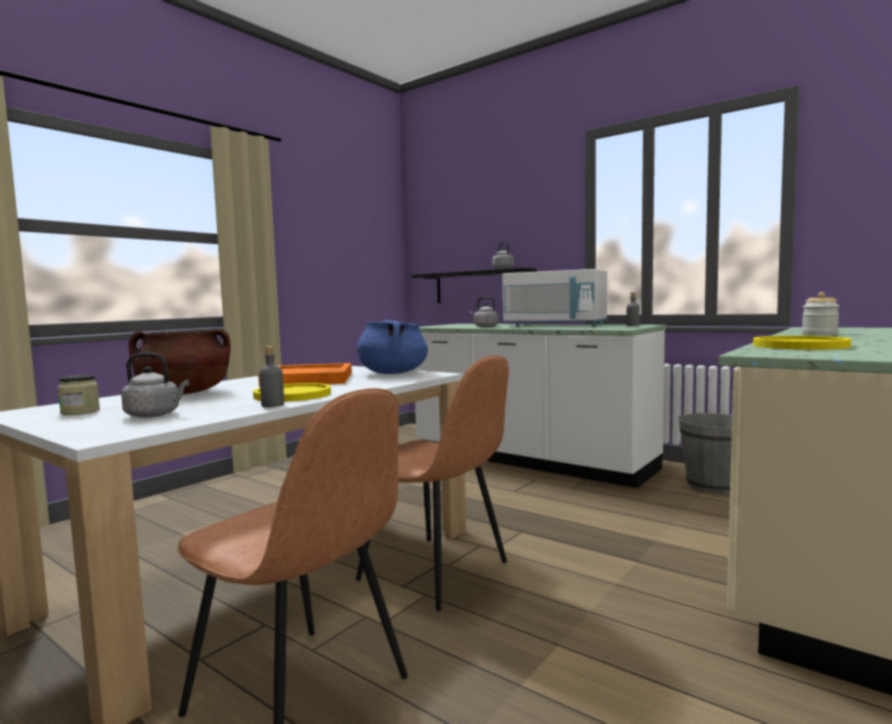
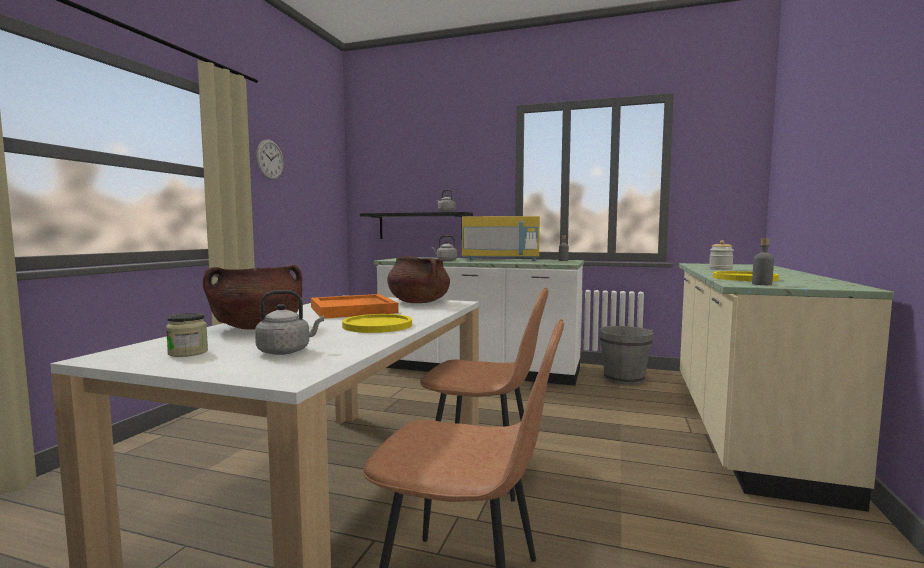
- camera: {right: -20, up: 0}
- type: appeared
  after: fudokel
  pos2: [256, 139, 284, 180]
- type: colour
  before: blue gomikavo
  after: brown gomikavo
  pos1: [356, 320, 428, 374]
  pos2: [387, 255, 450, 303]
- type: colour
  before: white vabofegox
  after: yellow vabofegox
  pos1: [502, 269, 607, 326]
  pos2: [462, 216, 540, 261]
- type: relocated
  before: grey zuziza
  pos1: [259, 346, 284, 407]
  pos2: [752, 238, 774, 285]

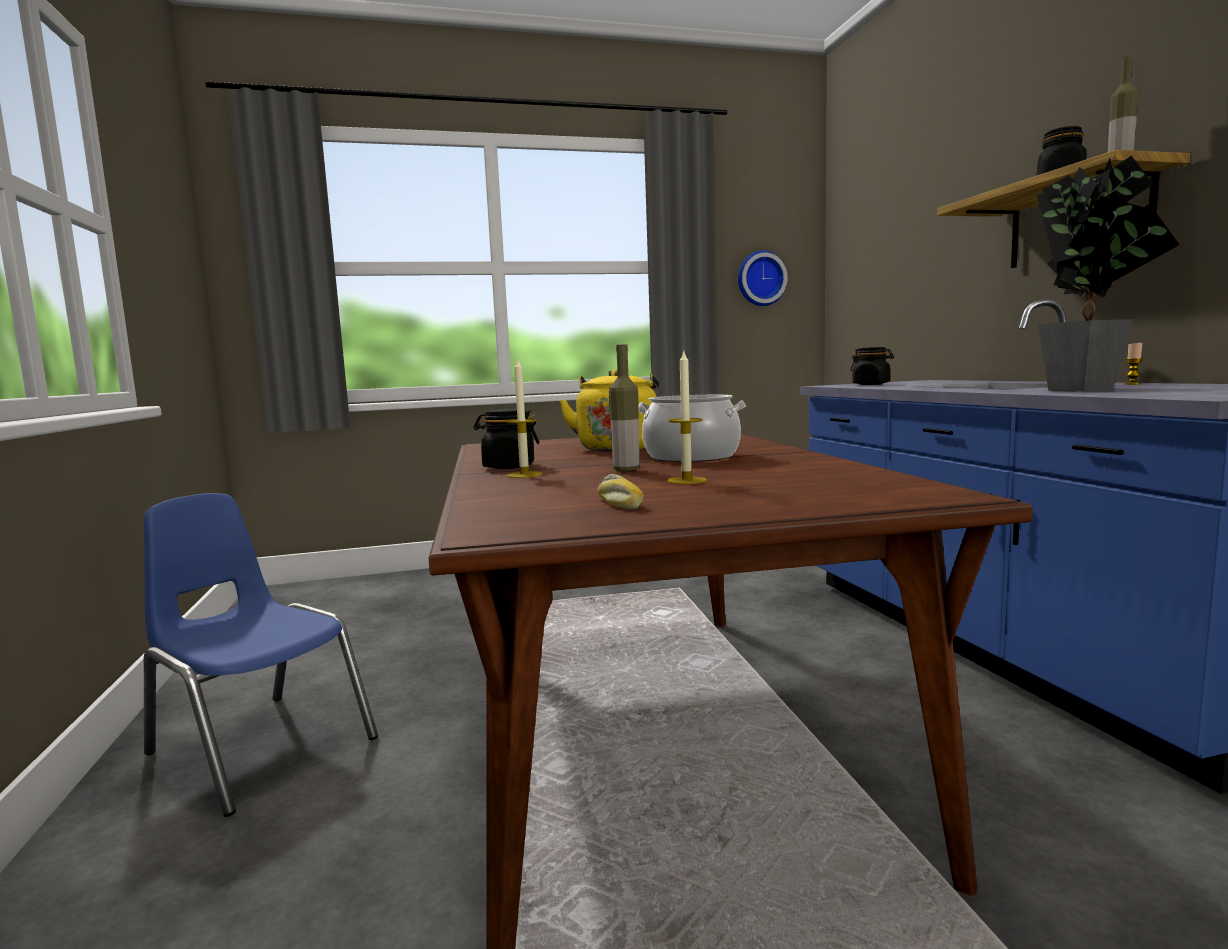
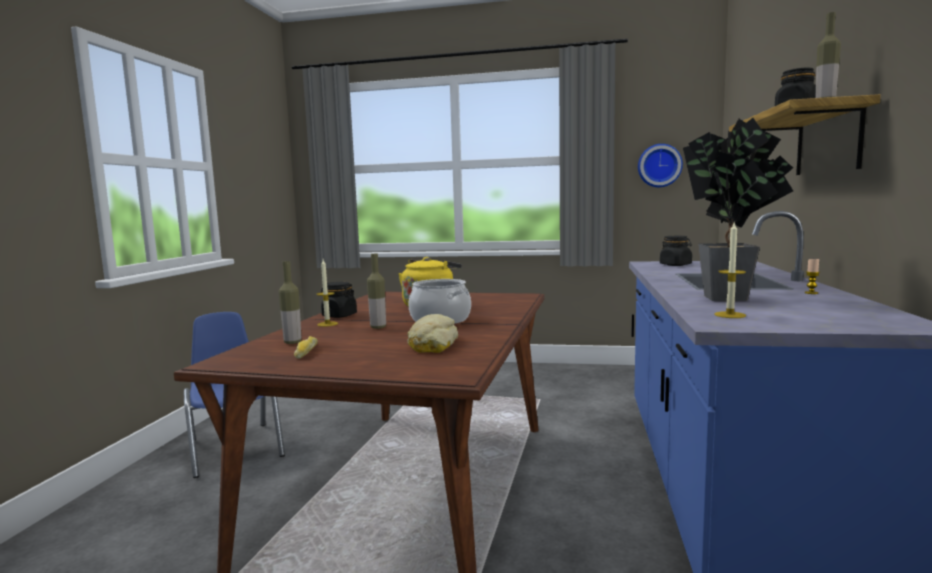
- camera: {right: 25, up: 0}
- type: appeared
  after: zuziza
  pos2: [279, 261, 301, 344]
- type: appeared
  after: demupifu
  pos2: [407, 314, 458, 353]
- type: relocated
  before: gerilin
  pos1: [667, 352, 707, 484]
  pos2: [714, 223, 746, 318]

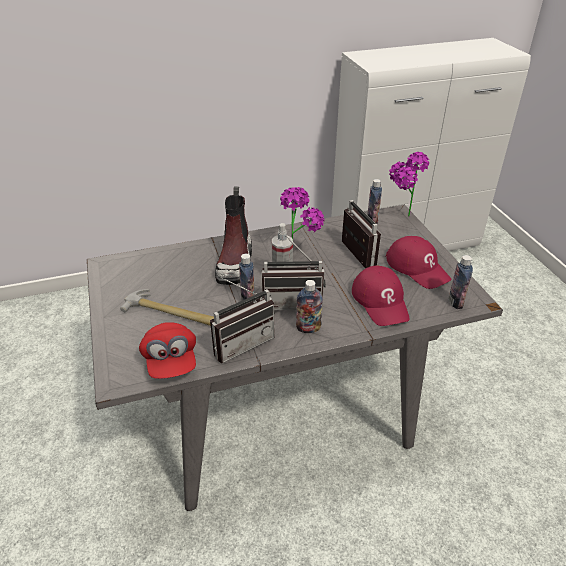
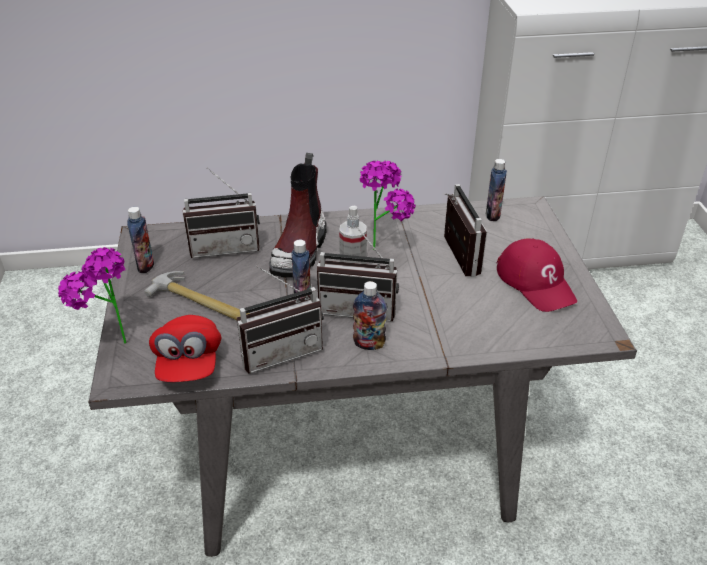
- camera: {right: 10, up: 0}
- type: relocated
  before: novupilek
  pos1: [389, 152, 429, 217]
  pos2: [58, 247, 127, 344]
- type: relocated
  before: zuziza
  pos1: [448, 255, 473, 309]
  pos2: [127, 207, 154, 273]
- type: appeared
  after: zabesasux
  pos2: [183, 168, 260, 258]
- type: missing
  before: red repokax
  pos1: [352, 266, 410, 326]

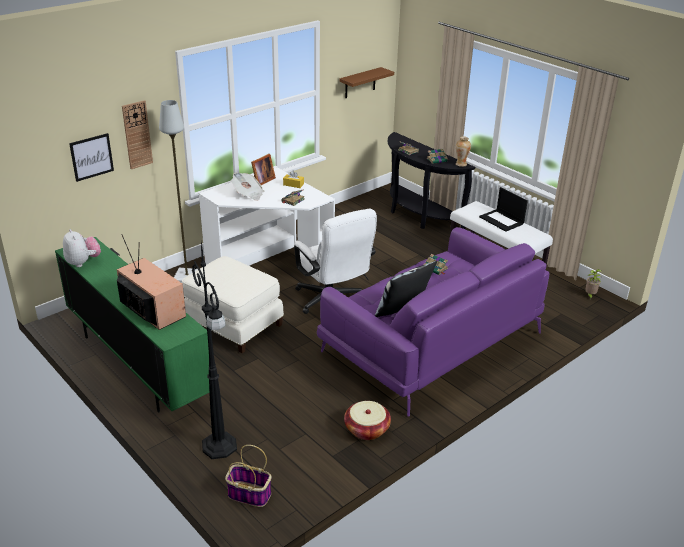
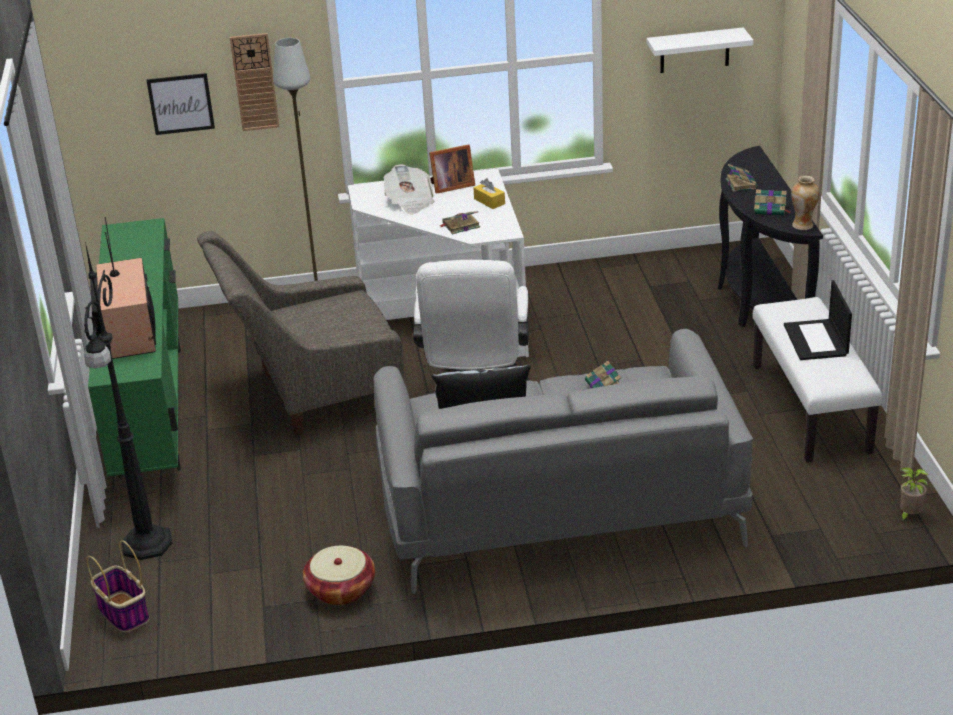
- camera: {right: 35, up: 0}
- type: exchanged
  before: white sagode
  after: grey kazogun
  pos1: [182, 256, 284, 353]
  pos2: [197, 231, 404, 435]
- type: colour
  before: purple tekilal
  after: grey tekilal
  pos1: [317, 227, 549, 416]
  pos2: [373, 329, 753, 594]
- type: colour
  before: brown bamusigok
  after: white bamusigok
  pos1: [339, 67, 394, 98]
  pos2: [646, 27, 754, 73]
- type: missing
  before: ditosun
  pos1: [63, 229, 101, 267]

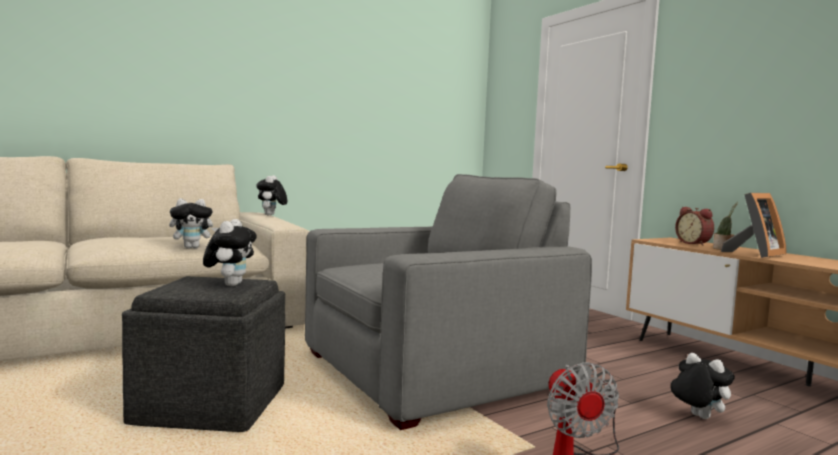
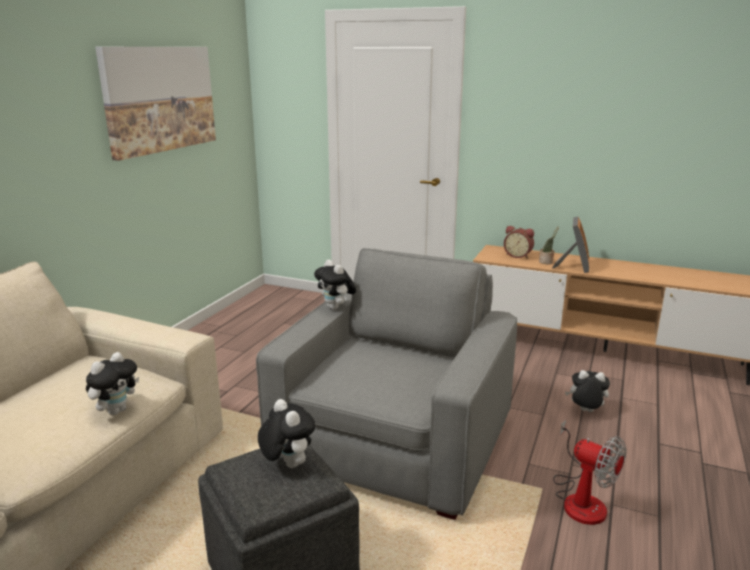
- camera: {right: -35, up: 15}
- type: appeared
  after: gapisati
  pos2: [95, 47, 216, 161]
- type: relocated
  before: ditosun
  pos1: [256, 175, 287, 215]
  pos2: [314, 260, 356, 310]

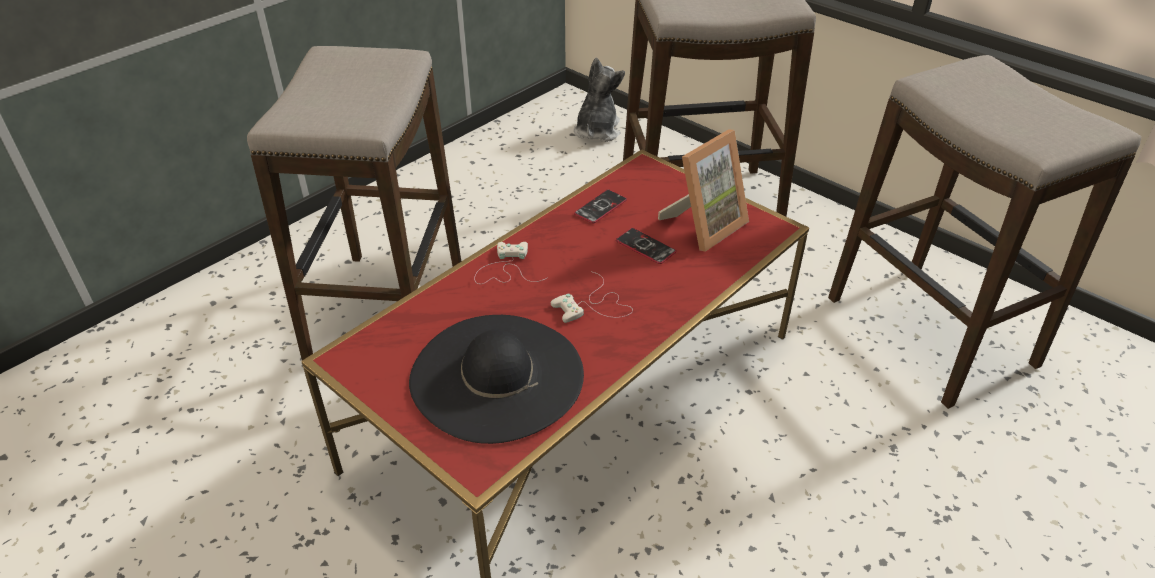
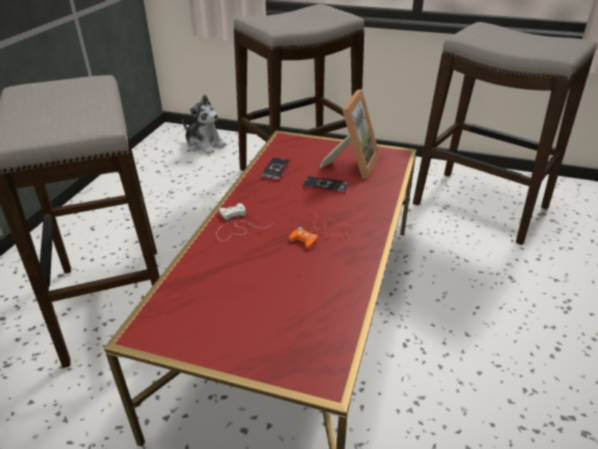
- camera: {right: -25, up: -5}
- type: spun
  before: ditosun
  pos1: [574, 58, 625, 142]
  pos2: [182, 95, 226, 154]
  turn: 135
- type: colour
  before: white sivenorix
  after: orange sivenorix
  pos1: [551, 272, 633, 323]
  pos2: [289, 210, 352, 249]
- type: missing
  before: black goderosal
  pos1: [409, 315, 584, 444]

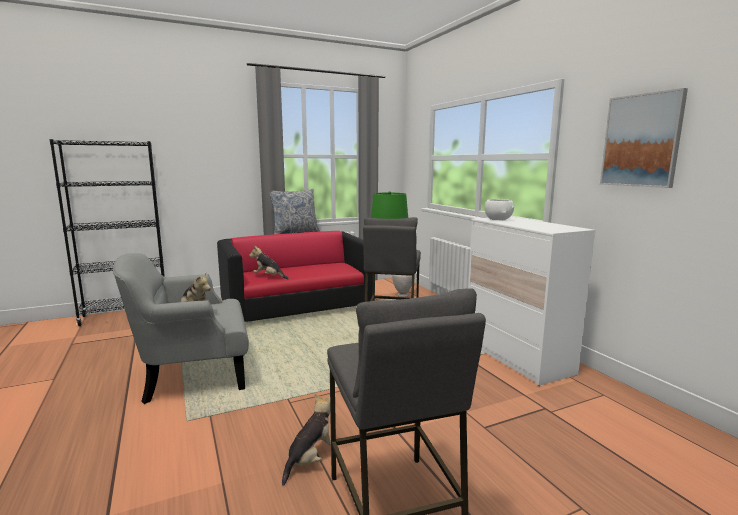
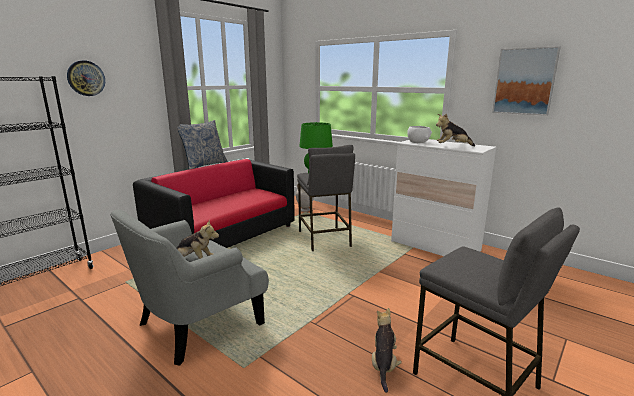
- camera: {right: -25, up: 5}
- type: appeared
  after: fudokel
  pos2: [67, 60, 105, 96]
- type: relocated
  before: ditosun
  pos1: [249, 245, 289, 279]
  pos2: [436, 114, 475, 146]

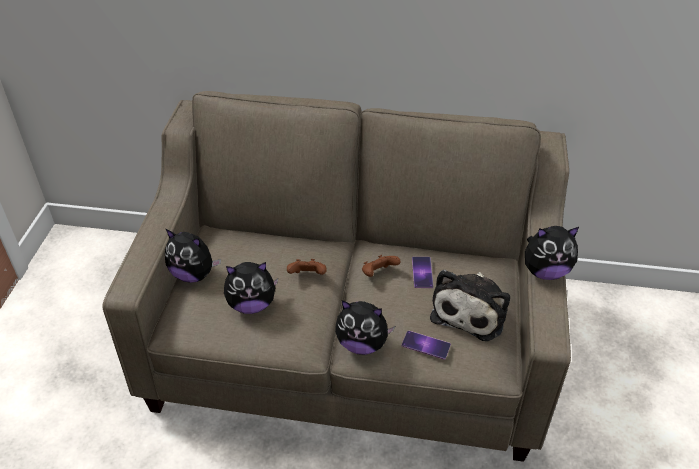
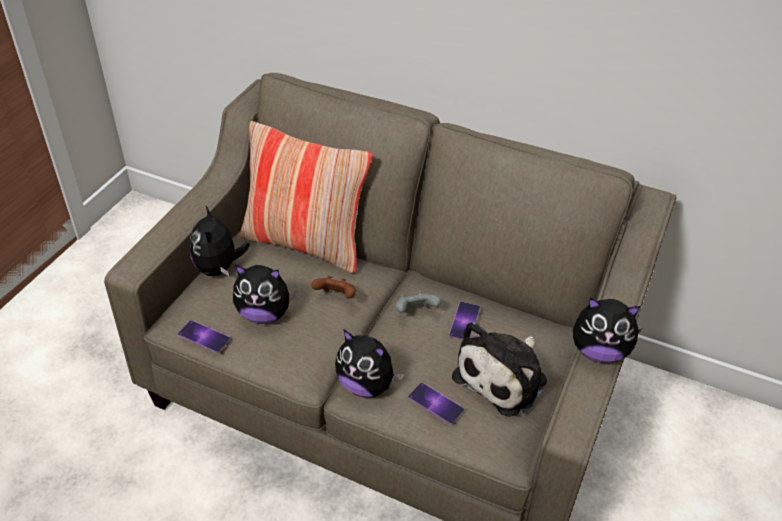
- camera: {right: 15, up: 0}
- type: appeared
  after: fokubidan
  pos2: [178, 320, 230, 353]
- type: spun
  before: ditosun
  pos1: [165, 229, 221, 283]
  pos2: [189, 206, 250, 276]
  turn: 45
- type: appeared
  after: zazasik
  pos2: [240, 121, 373, 273]
- type: colour
  before: brown sivenorix
  after: grey sivenorix
  pos1: [362, 255, 401, 277]
  pos2: [395, 291, 441, 313]

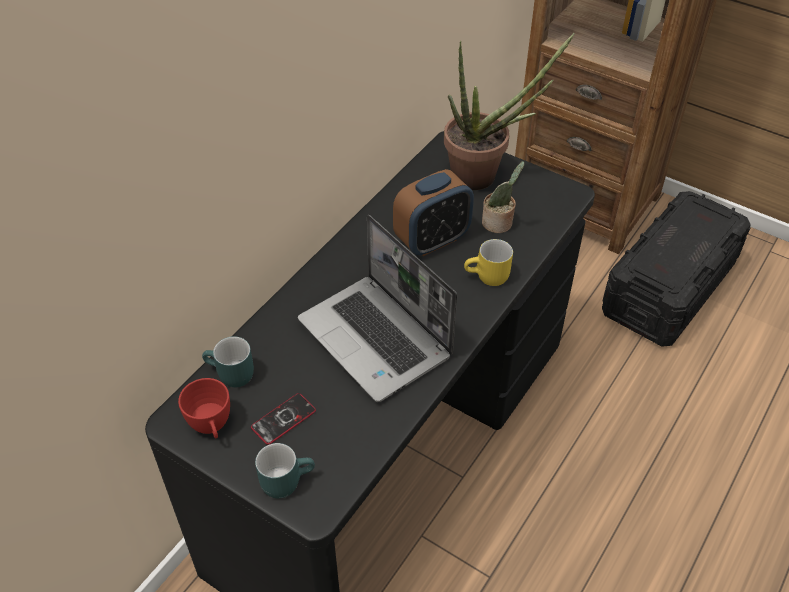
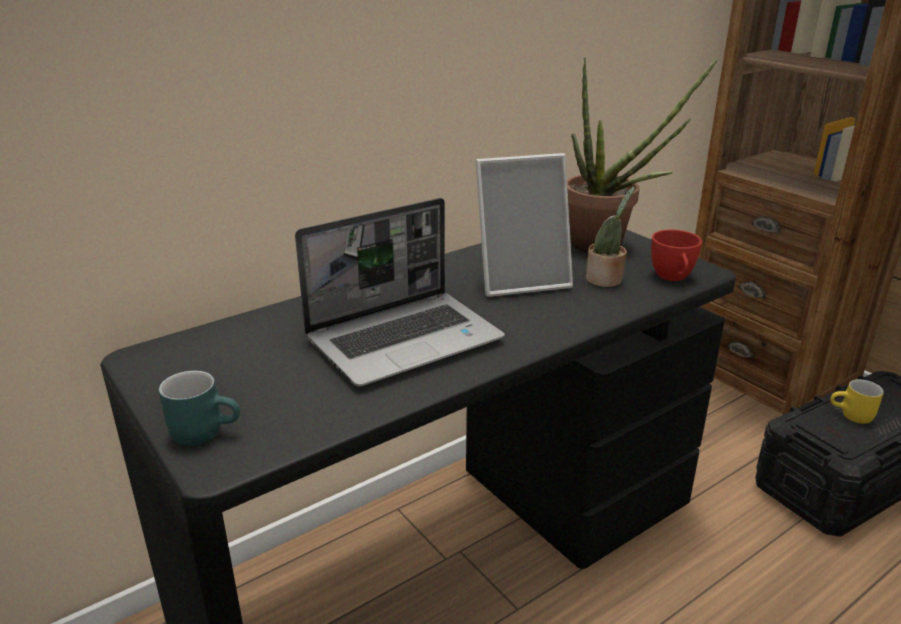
- camera: {right: 20, up: -20}
- type: spun
  before: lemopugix
  pos1: [298, 215, 457, 402]
  pos2: [295, 198, 505, 386]
  turn: -105
- type: exchanged
  before: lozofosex
  after: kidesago
  pos1: [393, 169, 474, 256]
  pos2: [475, 153, 573, 297]
- type: relocated
  before: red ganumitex
  pos1: [178, 378, 230, 438]
  pos2: [651, 230, 702, 281]
- type: relocated
  before: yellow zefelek
  pos1: [464, 239, 513, 286]
  pos2: [830, 379, 884, 424]
- type: missing
  before: turquoise zefelek
  pos1: [202, 336, 254, 387]
- type: missing
  before: fokubidan
  pos1: [251, 393, 316, 445]

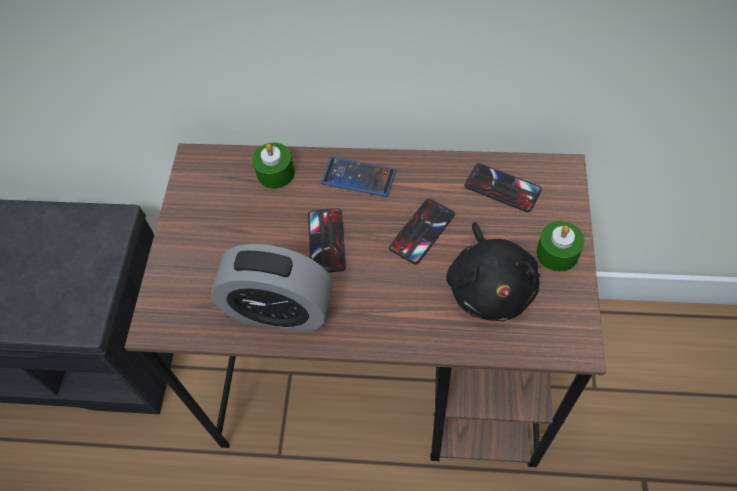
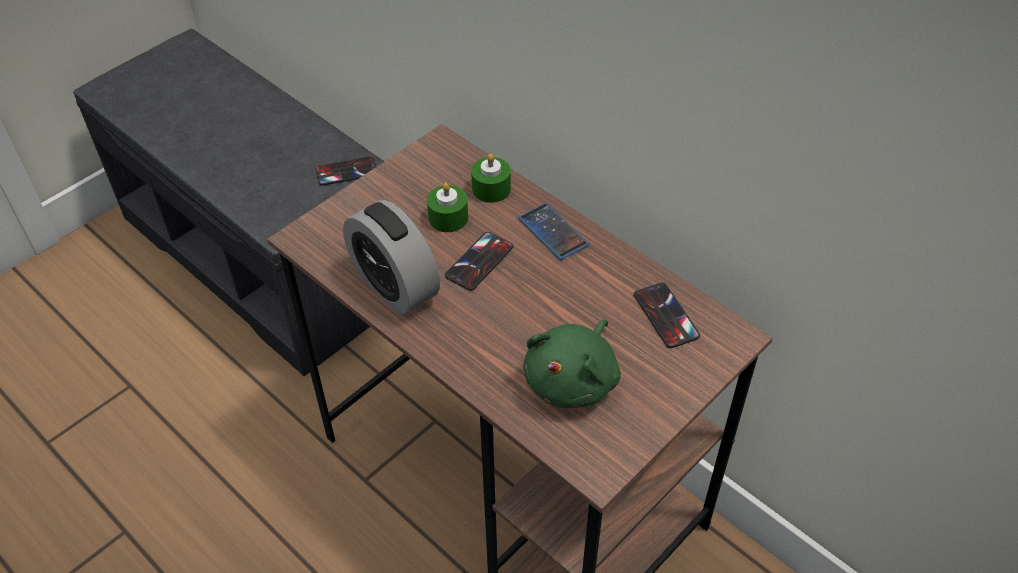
- camera: {right: 35, up: -10}
- type: relocated
  before: fokubidan
  pos1: [389, 198, 455, 264]
  pos2: [316, 156, 376, 186]
- type: relocated
  before: green gerilin
  pos1: [536, 221, 584, 272]
  pos2: [427, 183, 468, 232]
- type: colour
  before: black ditosun
  after: green ditosun
  pos1: [446, 222, 540, 321]
  pos2: [523, 320, 621, 408]

